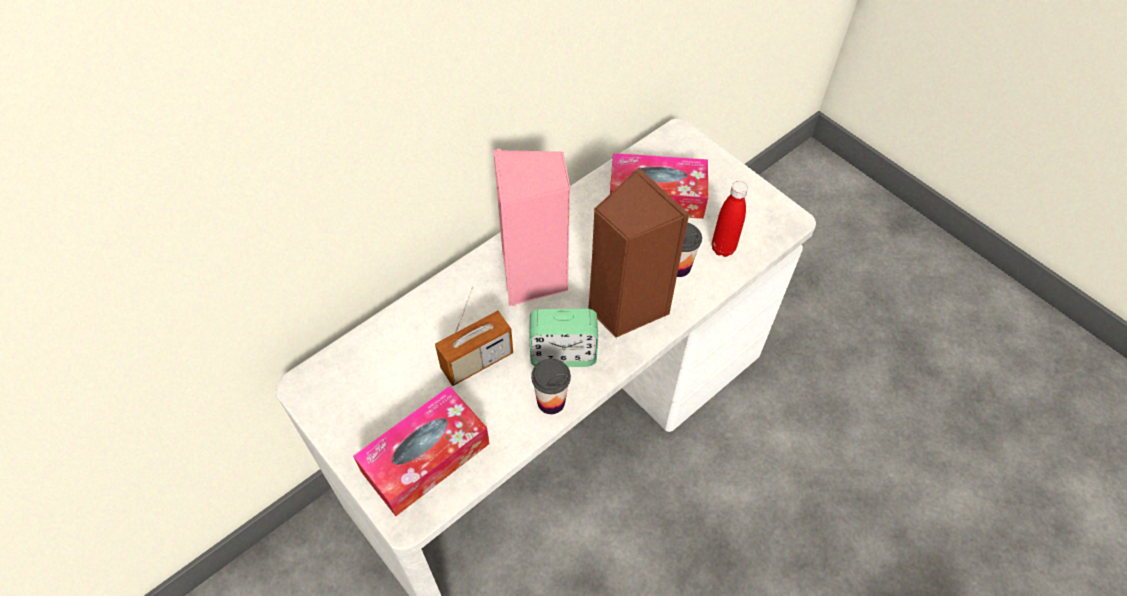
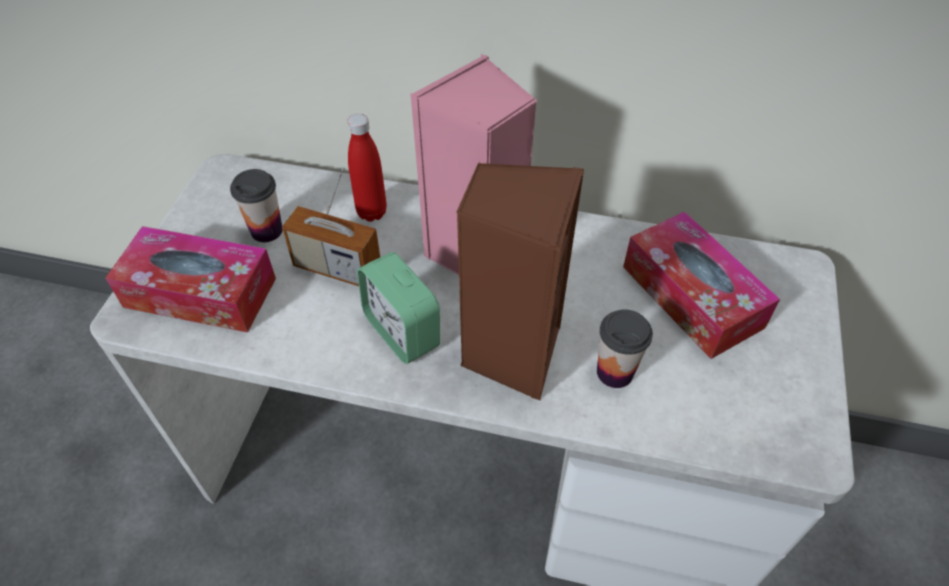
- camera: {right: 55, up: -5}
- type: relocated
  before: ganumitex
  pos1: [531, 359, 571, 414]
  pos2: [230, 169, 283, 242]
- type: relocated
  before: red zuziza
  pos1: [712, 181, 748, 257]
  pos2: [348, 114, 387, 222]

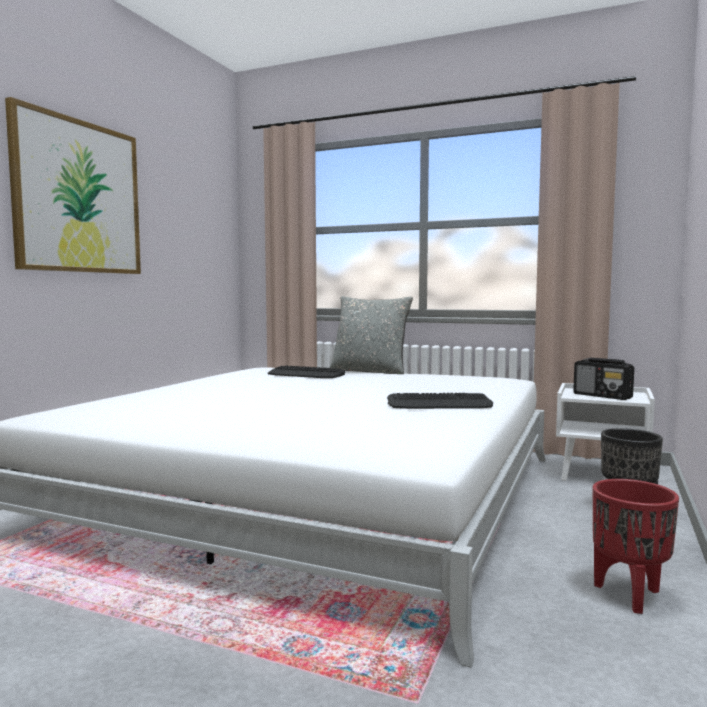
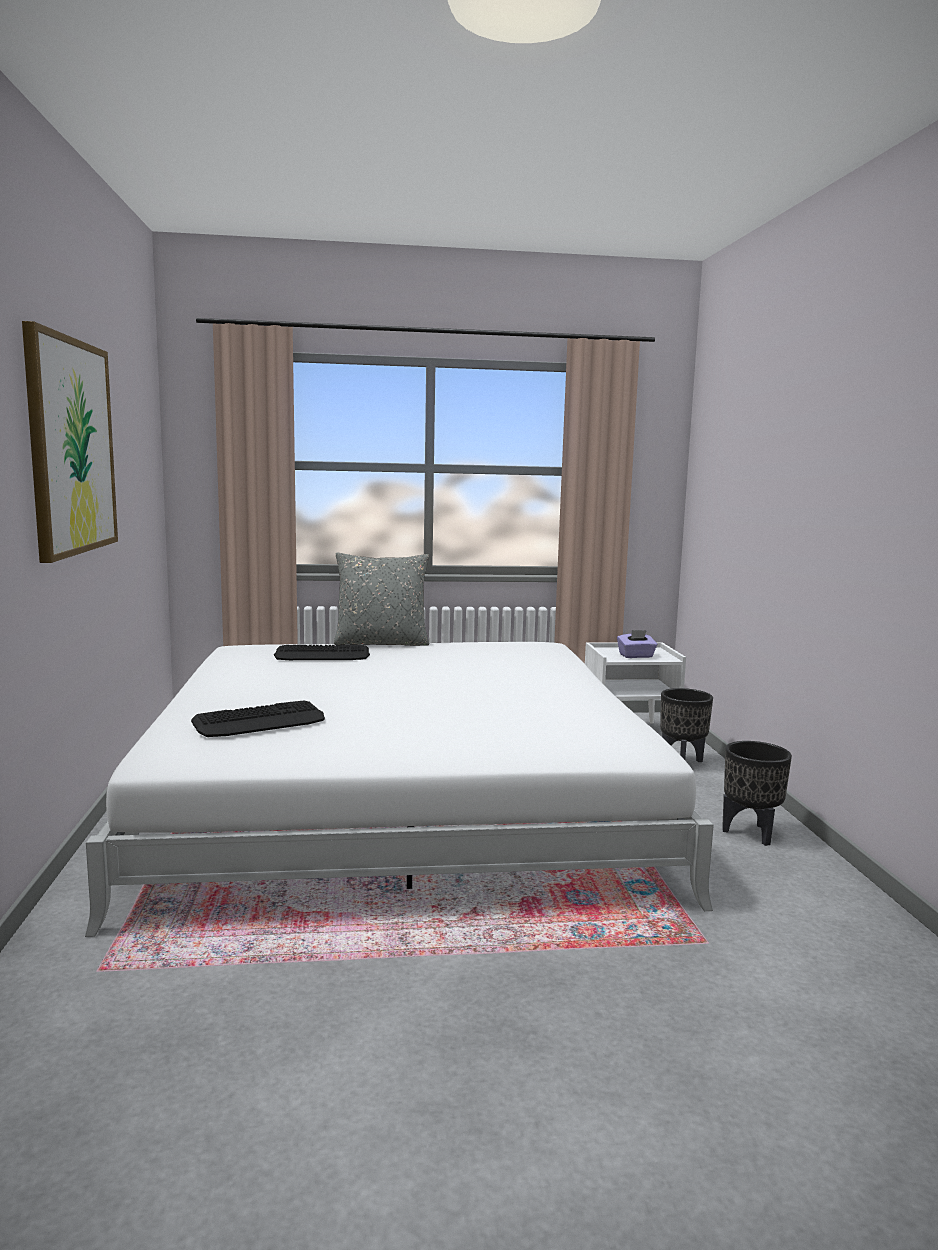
- camera: {right: -30, up: 5}
- type: relocated
  before: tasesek
  pos1: [387, 393, 493, 409]
  pos2: [191, 700, 325, 737]
- type: exchanged
  before: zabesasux
  after: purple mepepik
  pos1: [573, 358, 634, 400]
  pos2: [617, 630, 657, 658]
- type: colour
  before: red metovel
  after: black metovel
  pos1: [593, 479, 679, 614]
  pos2: [722, 741, 792, 846]

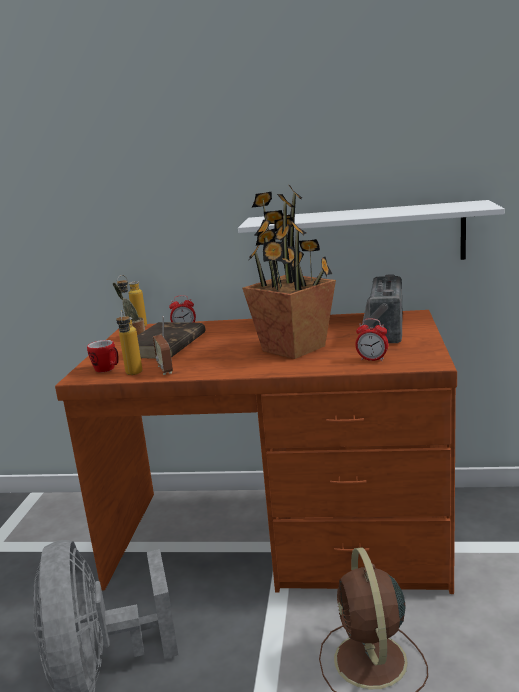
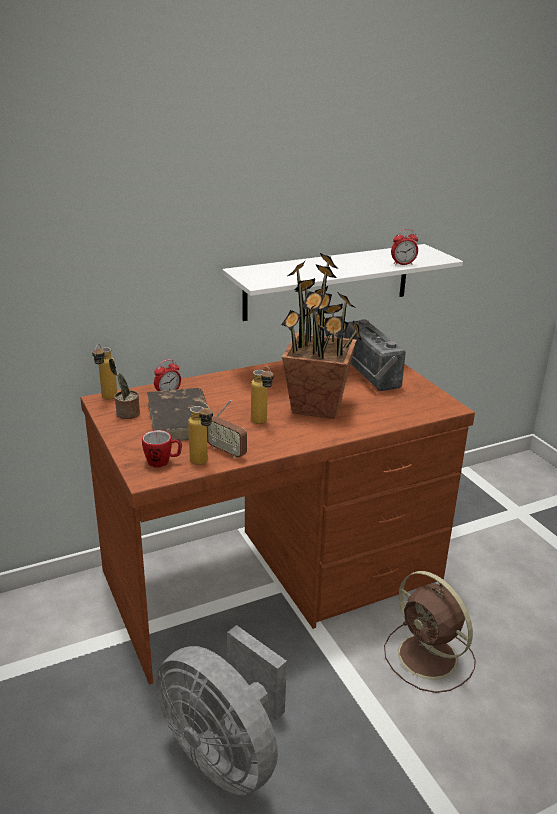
- camera: {right: -35, up: 10}
- type: appeared
  after: zuziza
  pos2: [251, 366, 274, 424]
- type: relocated
  before: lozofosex
  pos1: [355, 318, 388, 361]
  pos2: [391, 229, 418, 265]

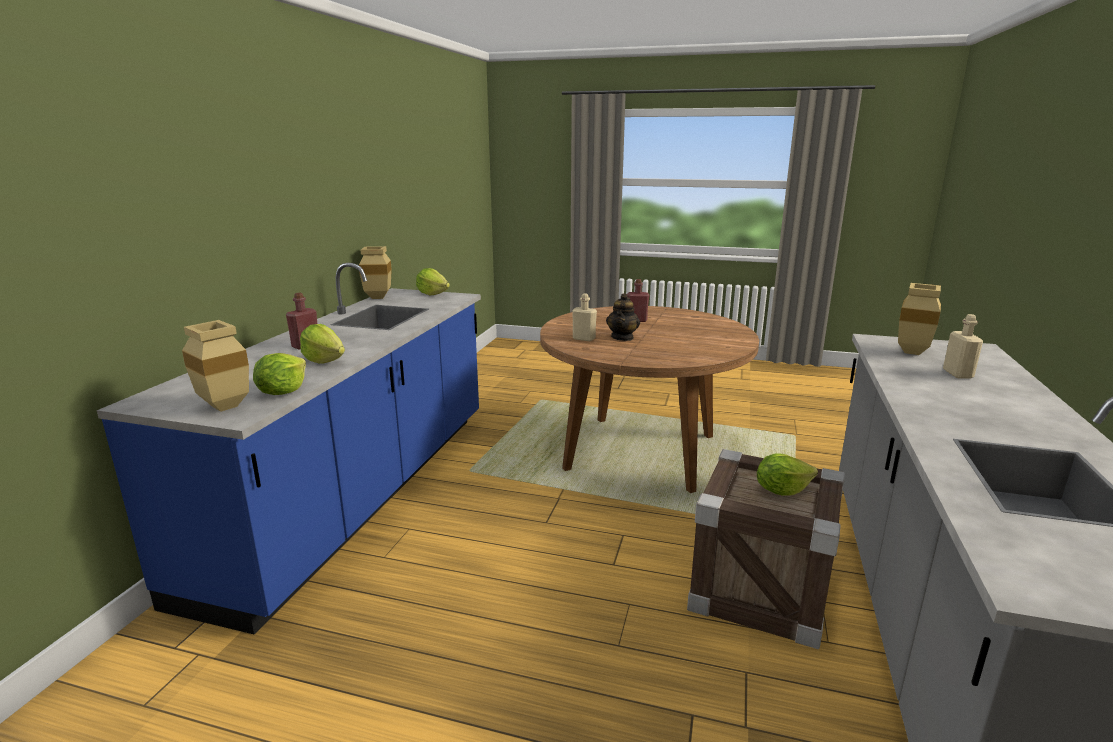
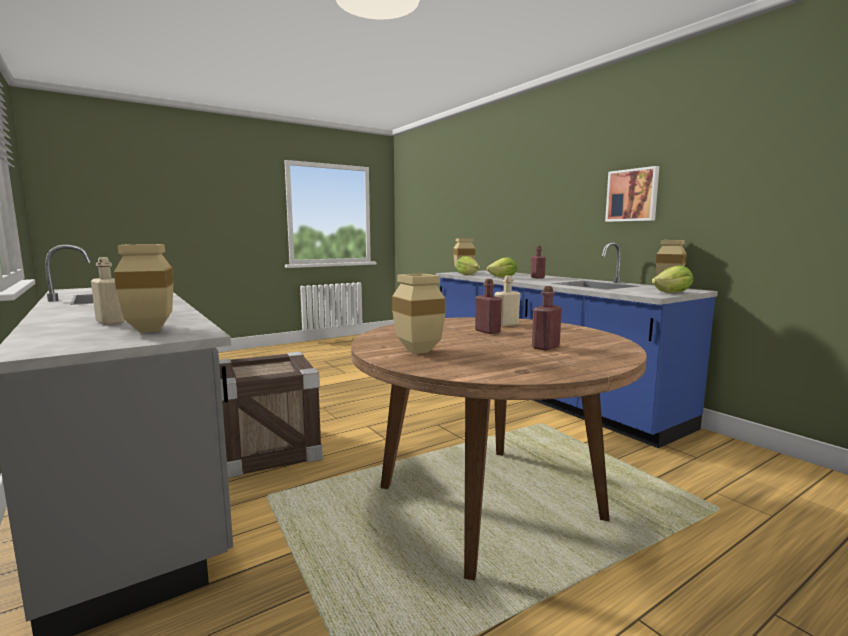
- camera: {right: 130, up: -10}
- type: appeared
  after: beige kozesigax
  pos2: [392, 273, 446, 354]
- type: exchanged
  before: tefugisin
  after: red zuziza
  pos1: [606, 293, 640, 341]
  pos2: [475, 279, 502, 334]
- type: appeared
  after: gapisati
  pos2: [605, 166, 660, 222]
- type: missing
  before: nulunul
  pos1: [757, 454, 818, 496]

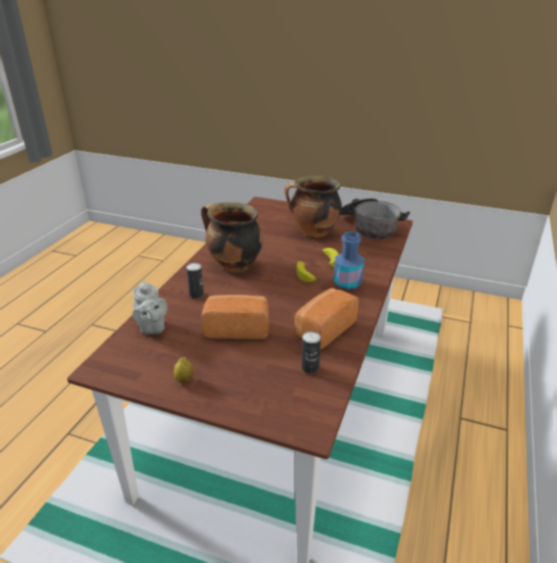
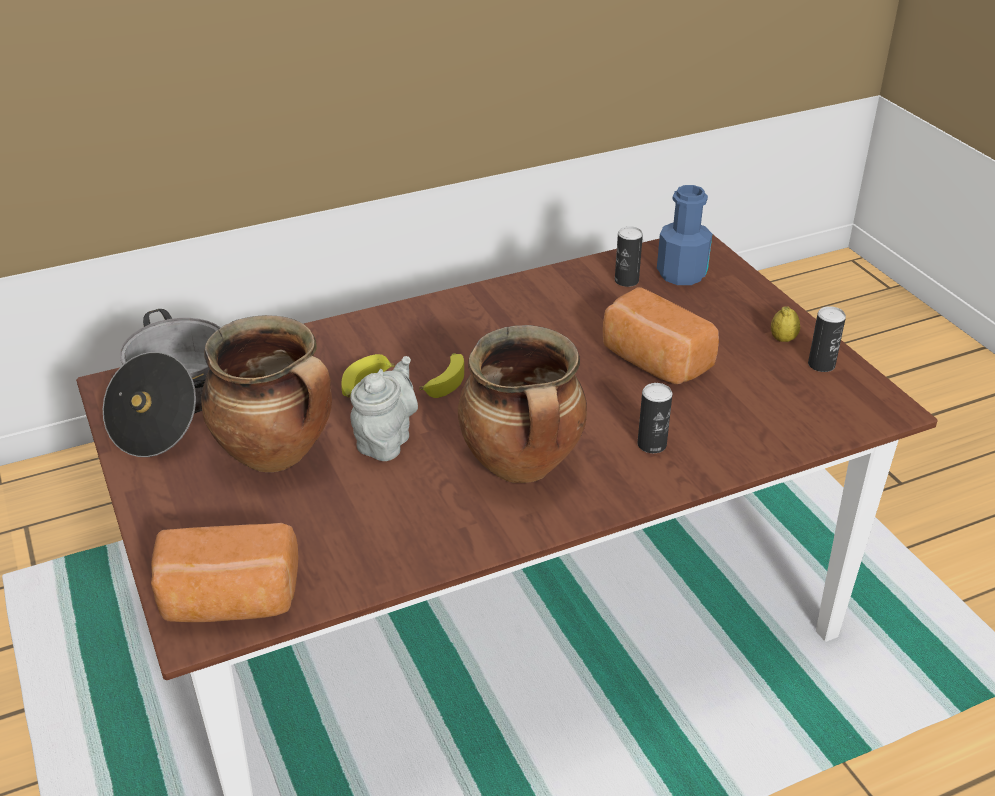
- camera: {right: -135, up: 5}
- type: relocated
  before: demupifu
  pos1: [295, 288, 359, 349]
  pos2: [151, 523, 299, 622]
- type: relocated
  before: grey tefugisin
  pos1: [132, 280, 167, 334]
  pos2: [350, 356, 418, 461]
- type: relocated
  before: blue zuziza
  pos1: [333, 231, 364, 290]
  pos2: [657, 185, 712, 285]
- type: appeared
  after: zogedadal
  pos2: [808, 306, 846, 372]

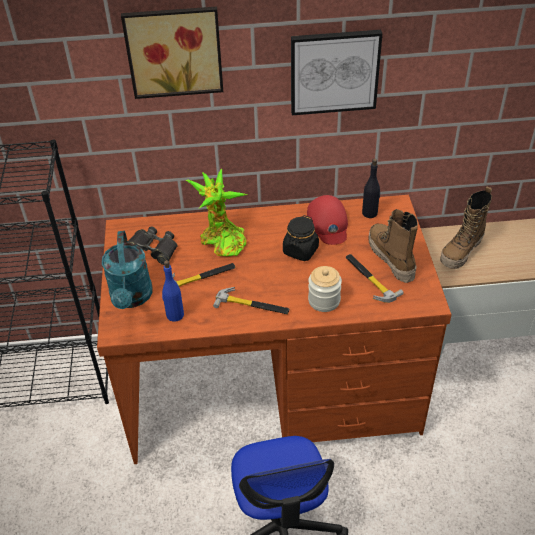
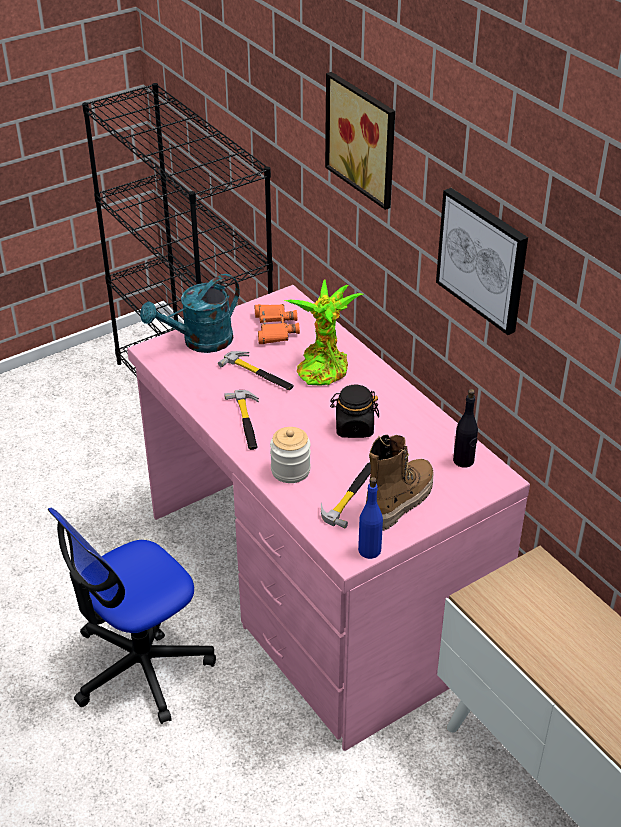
- camera: {right: 60, up: -5}
- type: colour
  before: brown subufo
  after: pink subufo
  pos1: [97, 195, 452, 464]
  pos2: [127, 285, 530, 751]
- type: colour
  before: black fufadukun
  after: orange fufadukun
  pos1: [128, 227, 178, 265]
  pos2: [255, 304, 300, 344]
- type: relocated
  before: blue zuziza
  pos1: [162, 260, 184, 322]
  pos2: [358, 477, 383, 559]
- type: missing
  before: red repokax
  pos1: [307, 195, 348, 245]
- type: missing
  before: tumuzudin
  pos1: [440, 187, 492, 269]

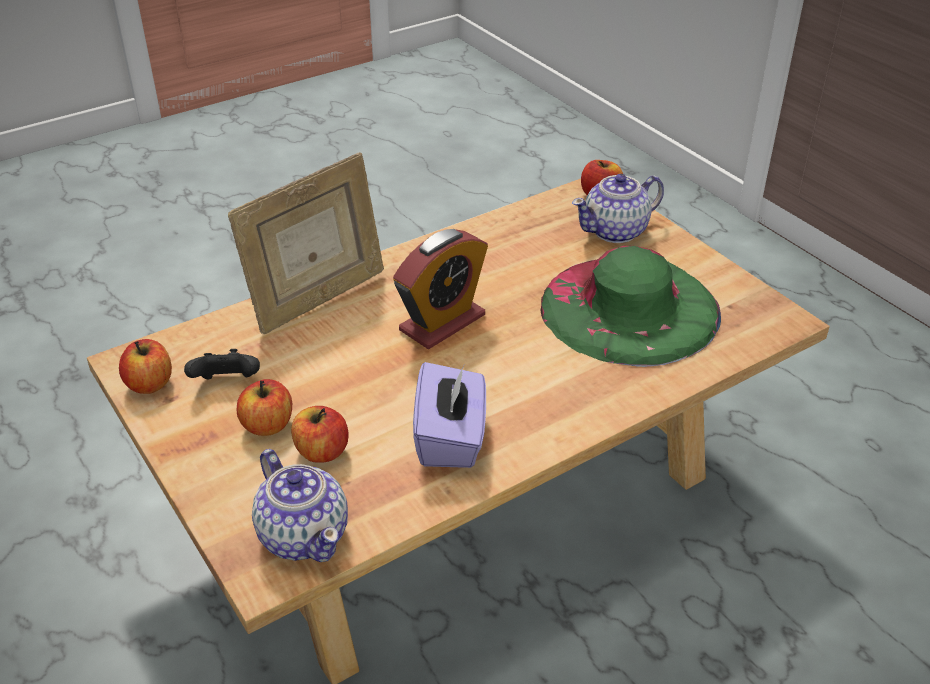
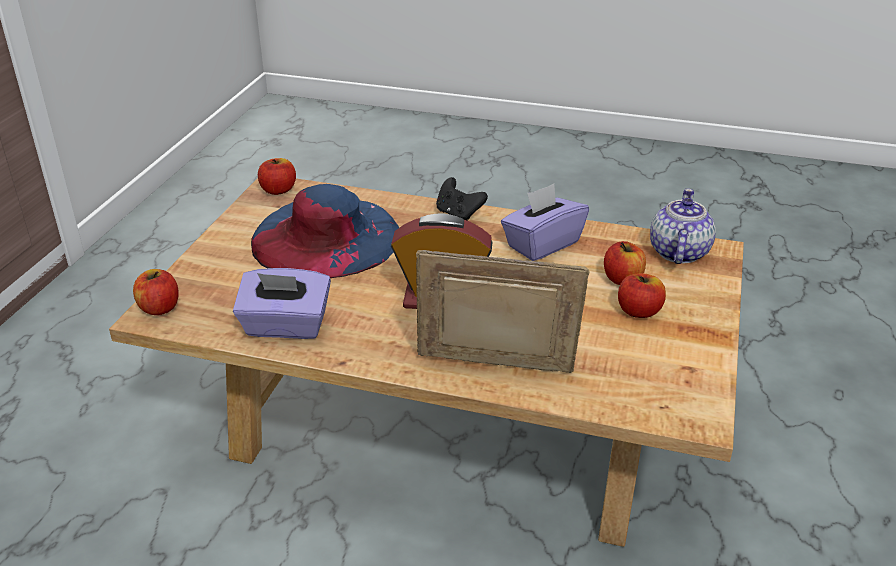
- camera: {right: -130, up: -5}
- type: appeared
  after: purple mepepik
  pos2: [233, 268, 331, 339]
- type: colour
  before: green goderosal
  after: blue goderosal
  pos1: [540, 246, 721, 367]
  pos2: [251, 184, 399, 278]
- type: relocated
  before: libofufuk
  pos1: [119, 339, 172, 394]
  pos2: [258, 158, 296, 195]
- type: relocated
  before: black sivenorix
  pos1: [184, 349, 260, 380]
  pos2: [436, 177, 488, 220]
- type: missing
  before: tefugisin
  pos1: [572, 174, 664, 243]

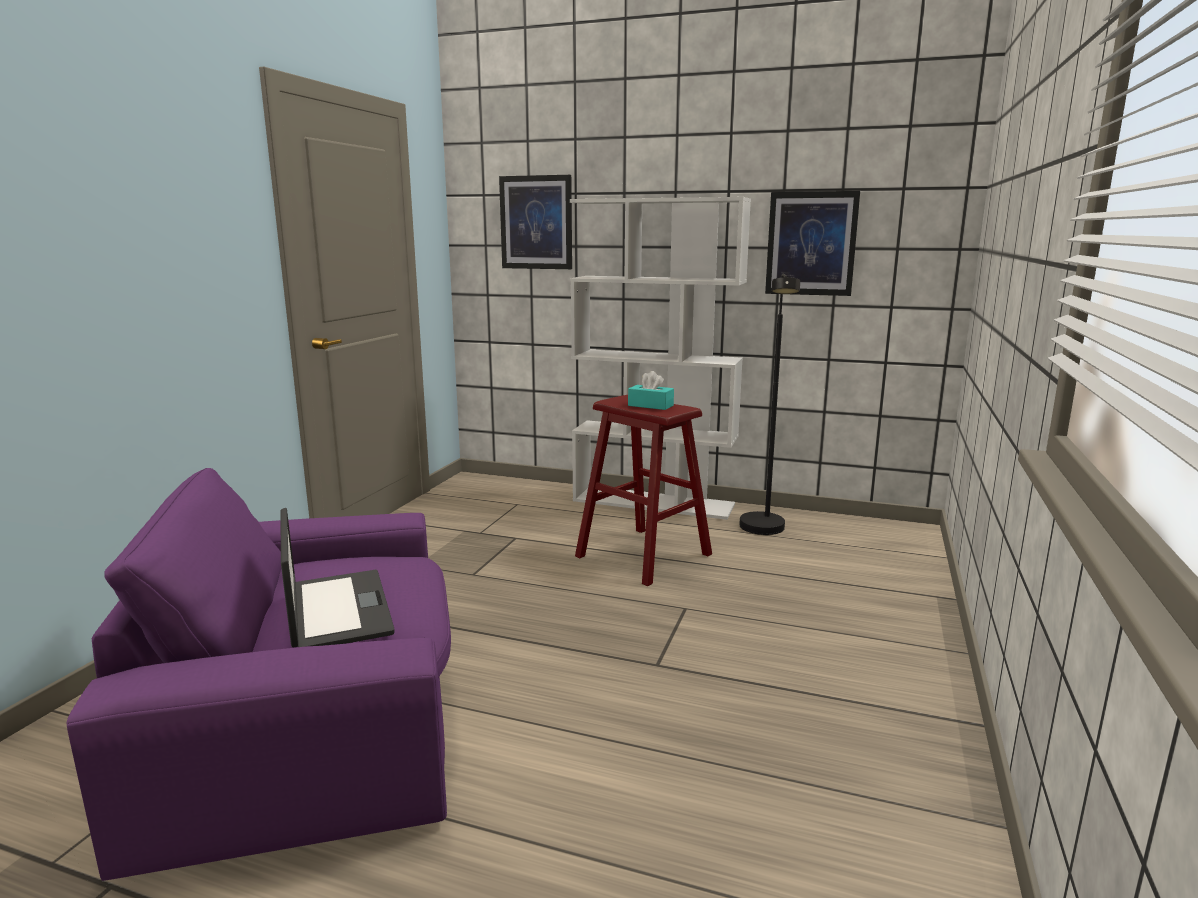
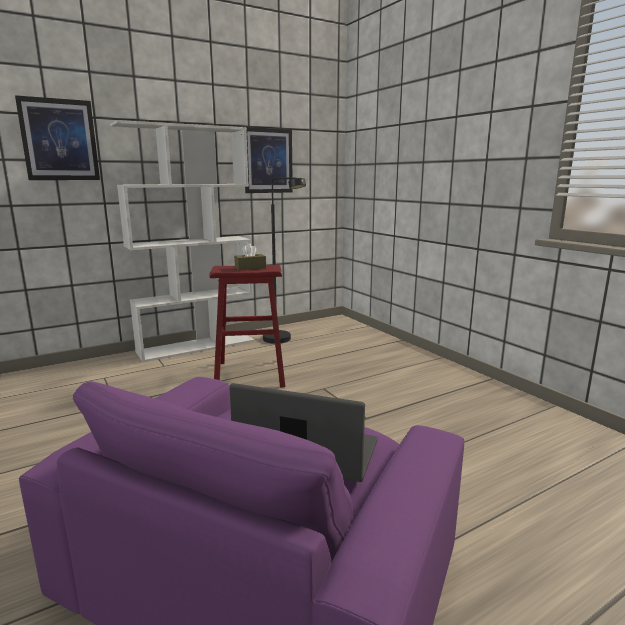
- camera: {right: -50, up: 0}
- type: colour
  before: turquoise mepepik
  after: brown mepepik
  pos1: [628, 371, 674, 410]
  pos2: [234, 243, 266, 270]

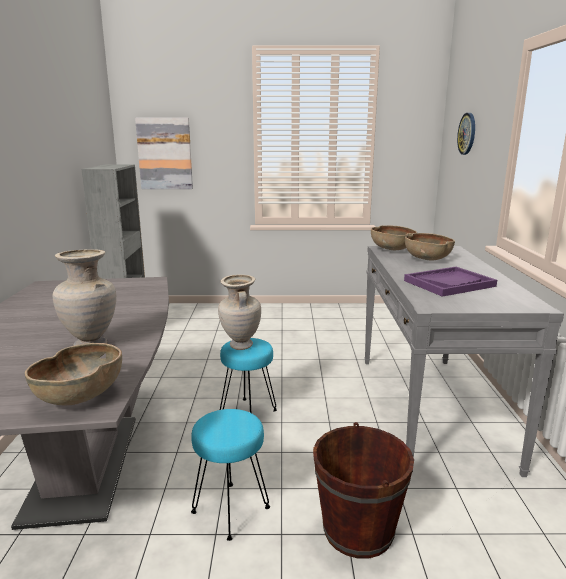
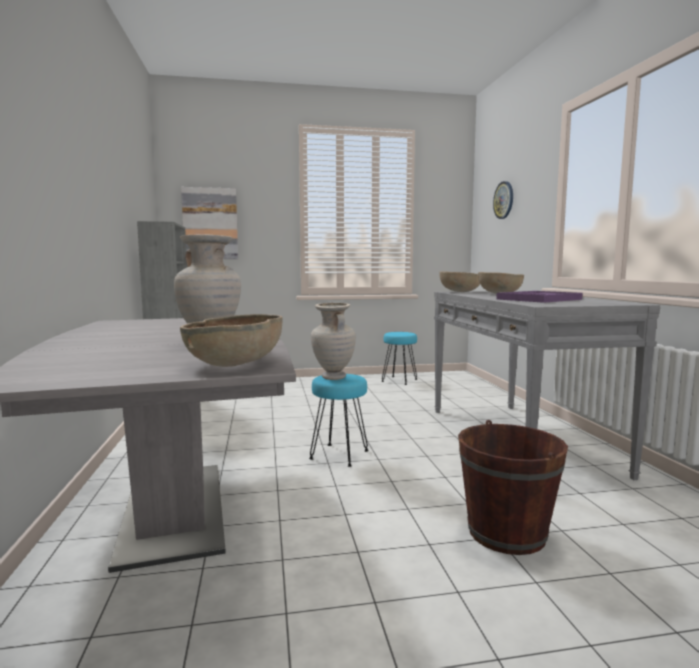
- camera: {right: -10, up: -10}
- type: relocated
  before: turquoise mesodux
  pos1: [191, 409, 270, 541]
  pos2: [381, 332, 417, 385]

